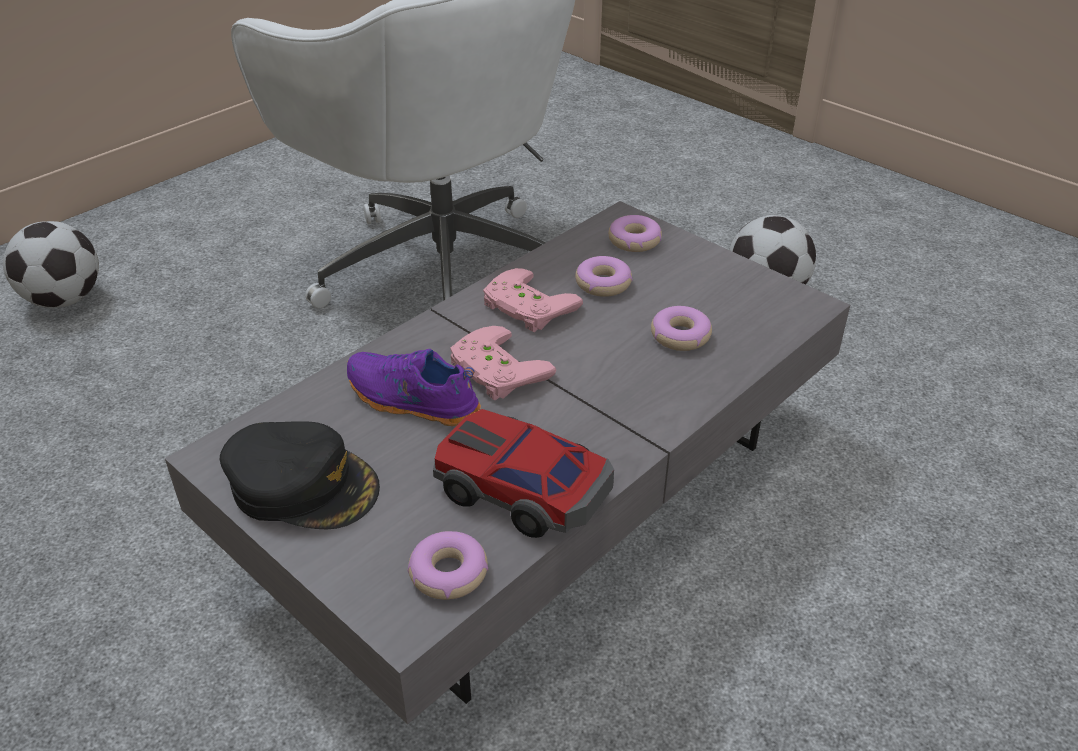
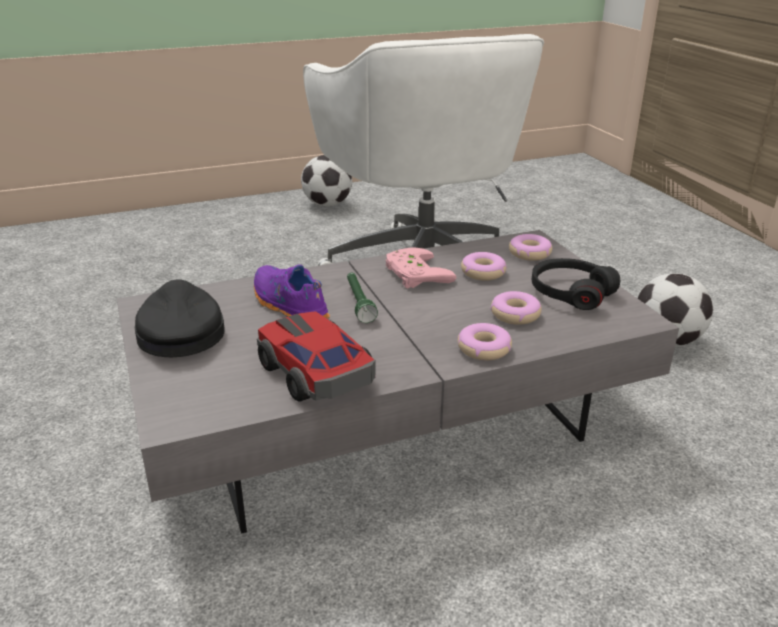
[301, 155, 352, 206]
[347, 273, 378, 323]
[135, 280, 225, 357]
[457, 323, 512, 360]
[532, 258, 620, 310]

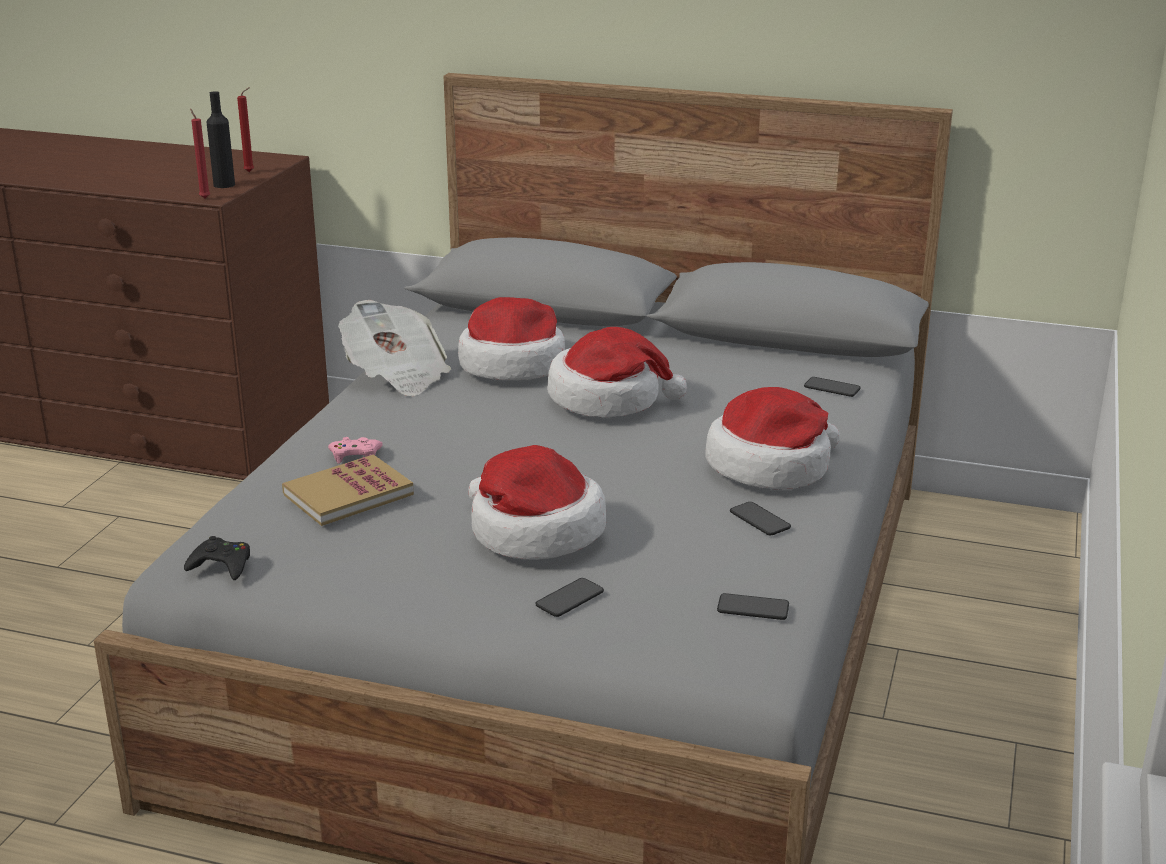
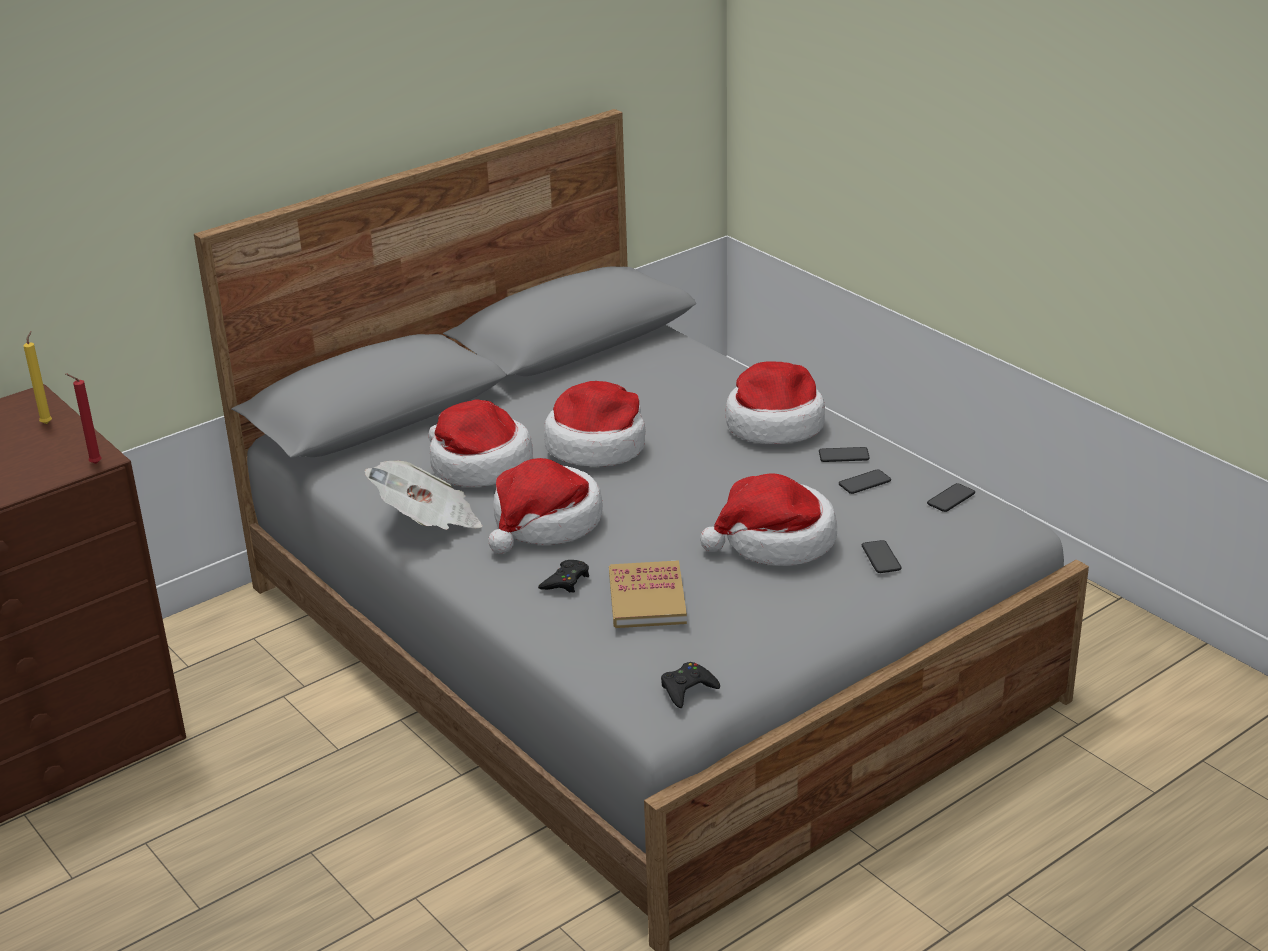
[23, 331, 52, 424]
[207, 91, 235, 188] (first image)
[839, 469, 891, 494]
[538, 560, 589, 593]
[488, 458, 603, 554]

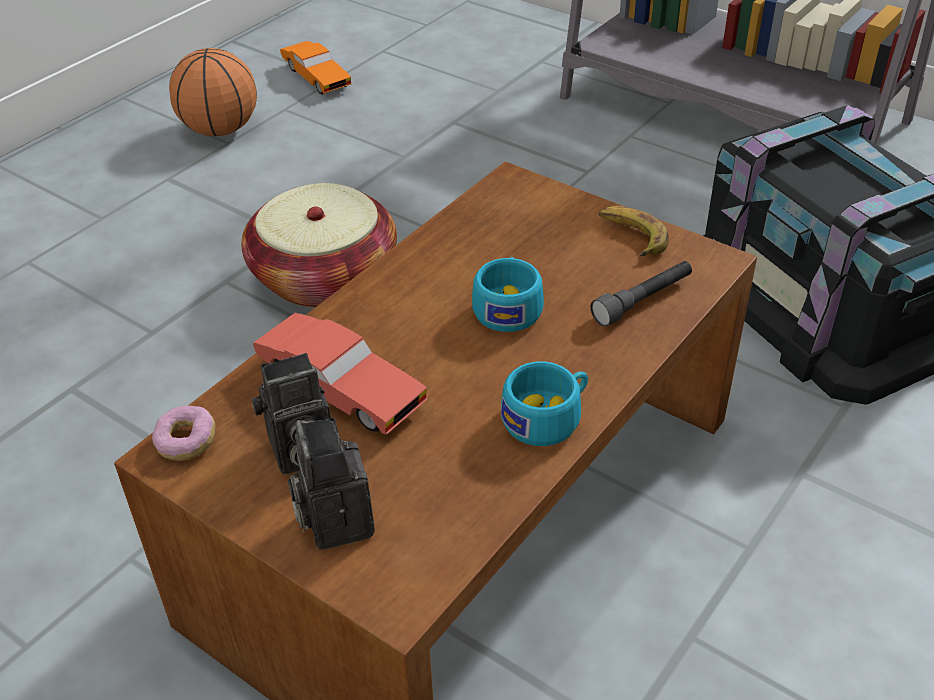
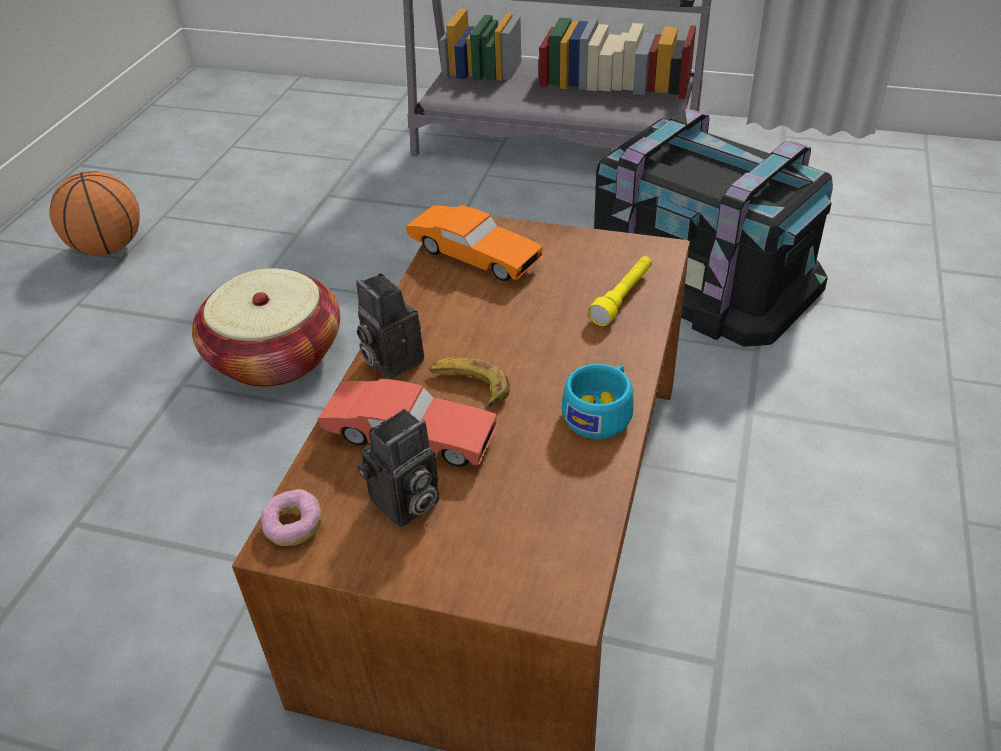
[405, 205, 543, 281]
[429, 357, 510, 407]
[472, 257, 544, 332] (first image)
[588, 256, 652, 326]
[356, 273, 424, 379]

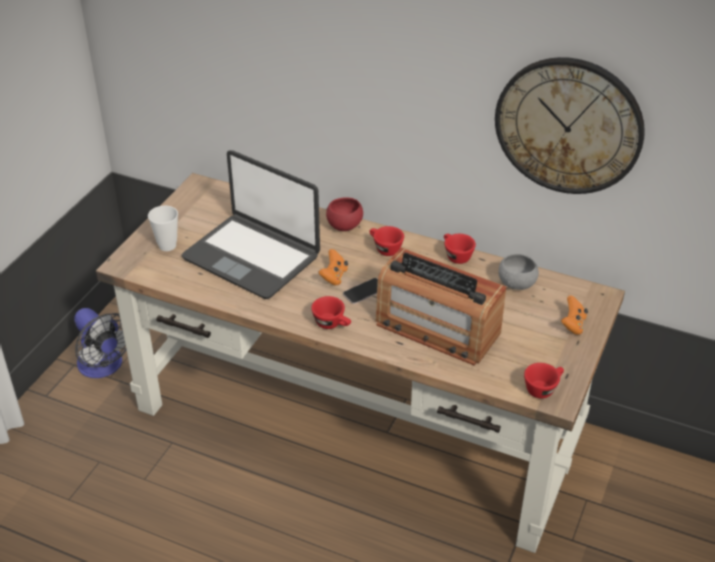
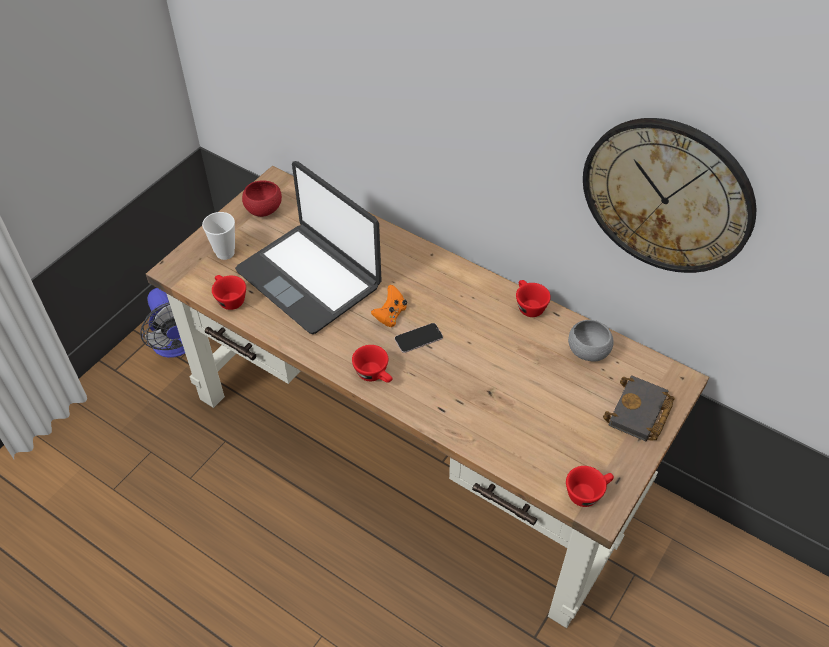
[242, 180, 282, 217]
[212, 275, 246, 310]
[376, 247, 506, 365] (first image)
[603, 375, 675, 441]

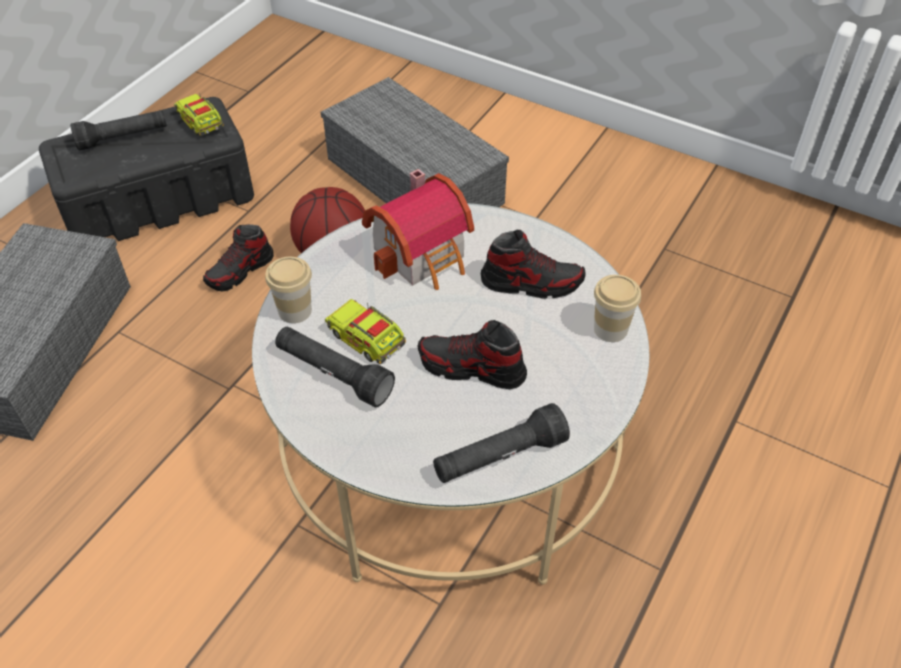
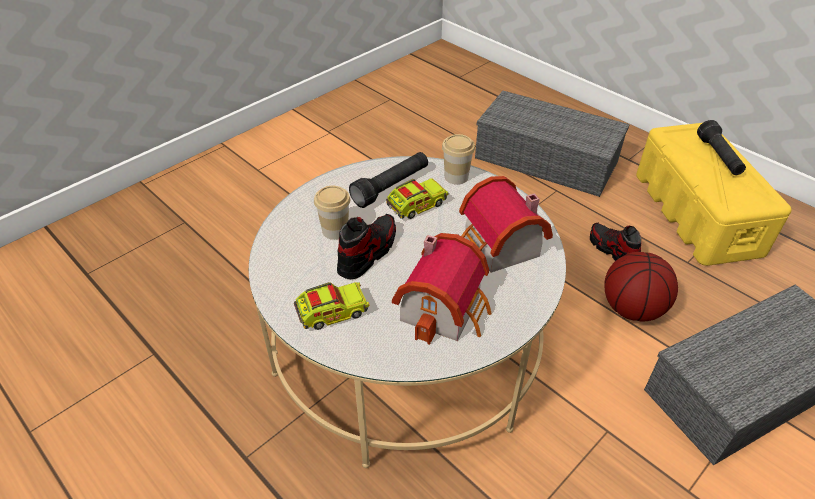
[294, 282, 370, 330]
[636, 123, 791, 266]
[392, 233, 492, 345]
[314, 186, 350, 240]
[433, 403, 570, 483] (first image)

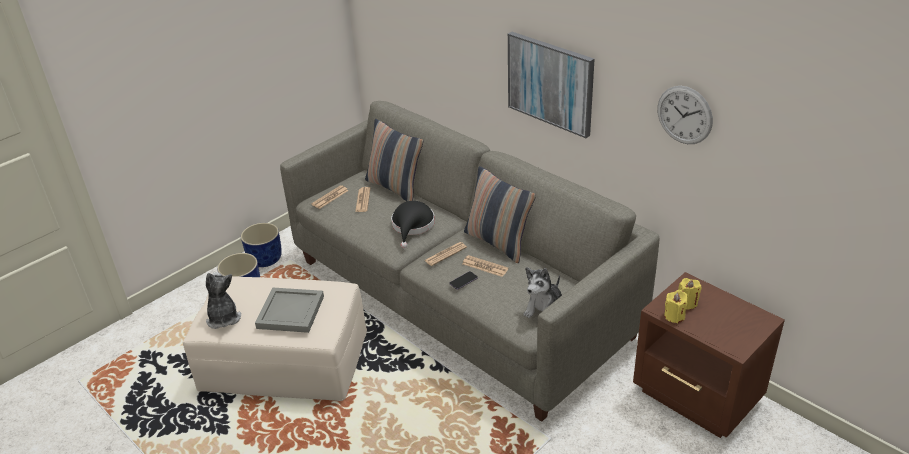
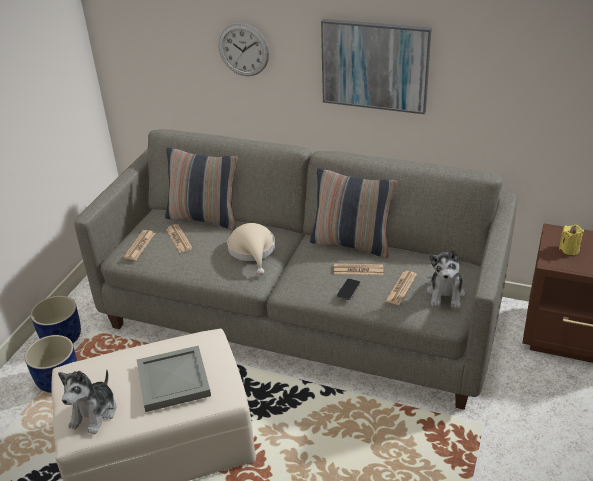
[219, 23, 269, 76]
[227, 223, 275, 275]
[385, 271, 417, 305]
[58, 369, 116, 434]
[664, 290, 687, 323] (first image)

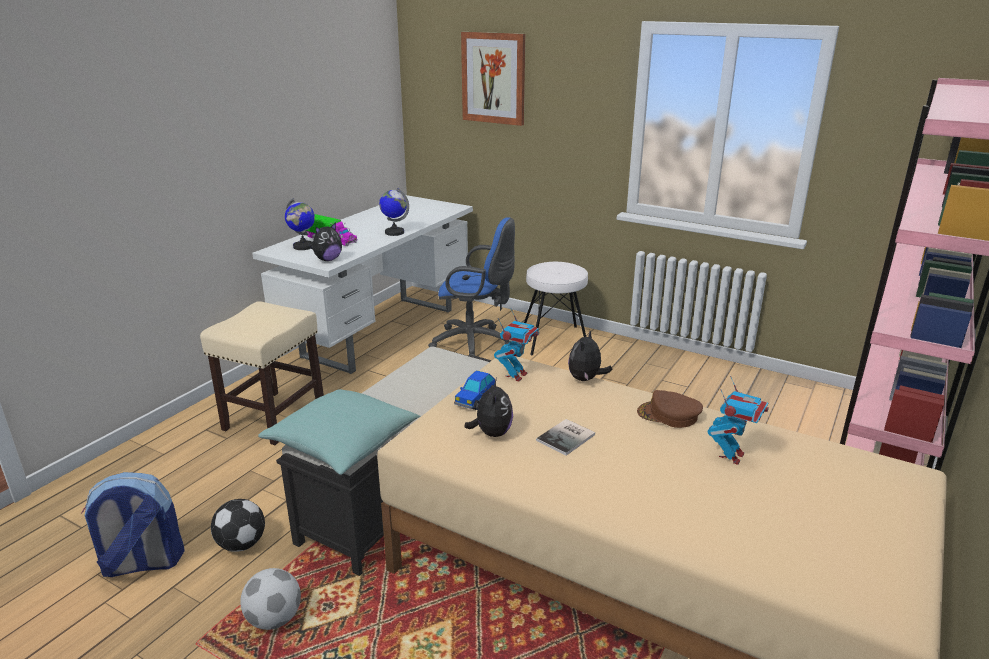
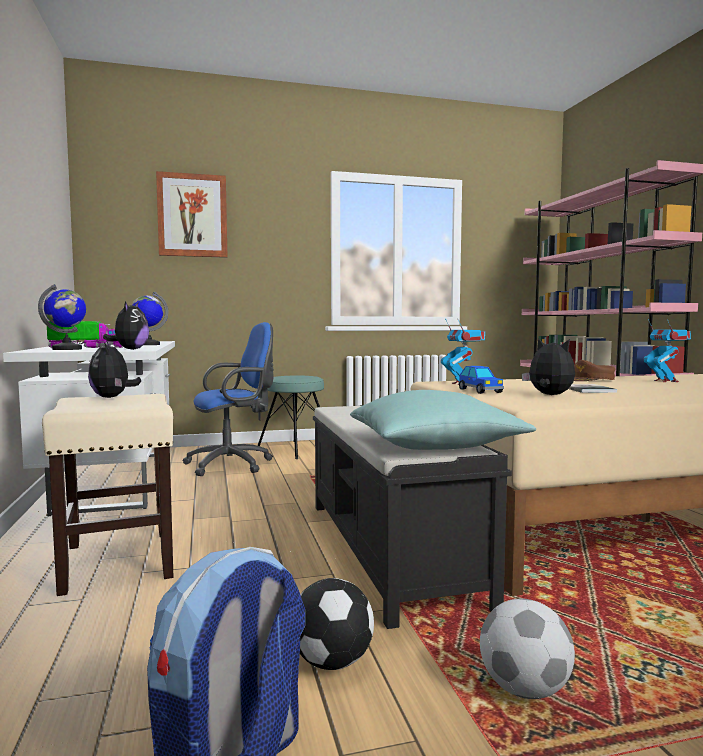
[257, 376, 324, 459]
[88, 342, 141, 398]

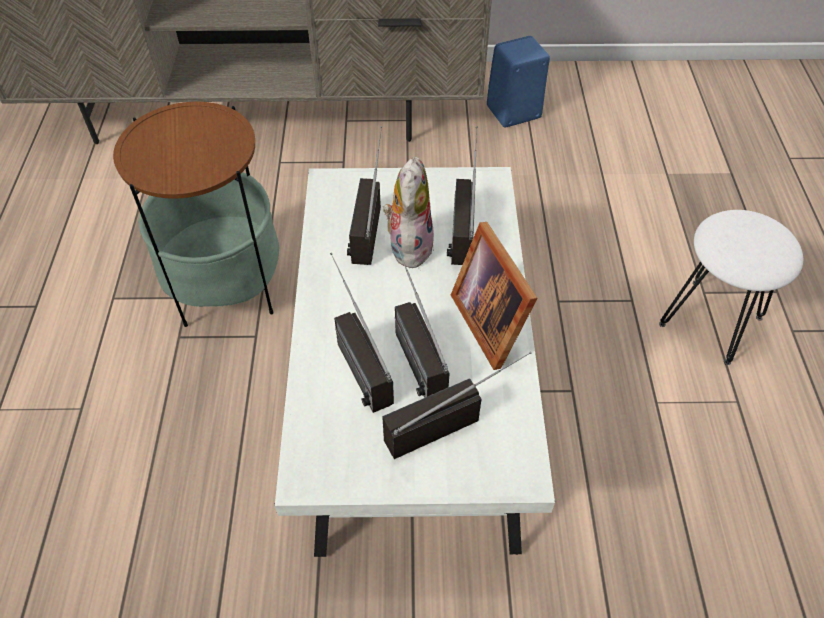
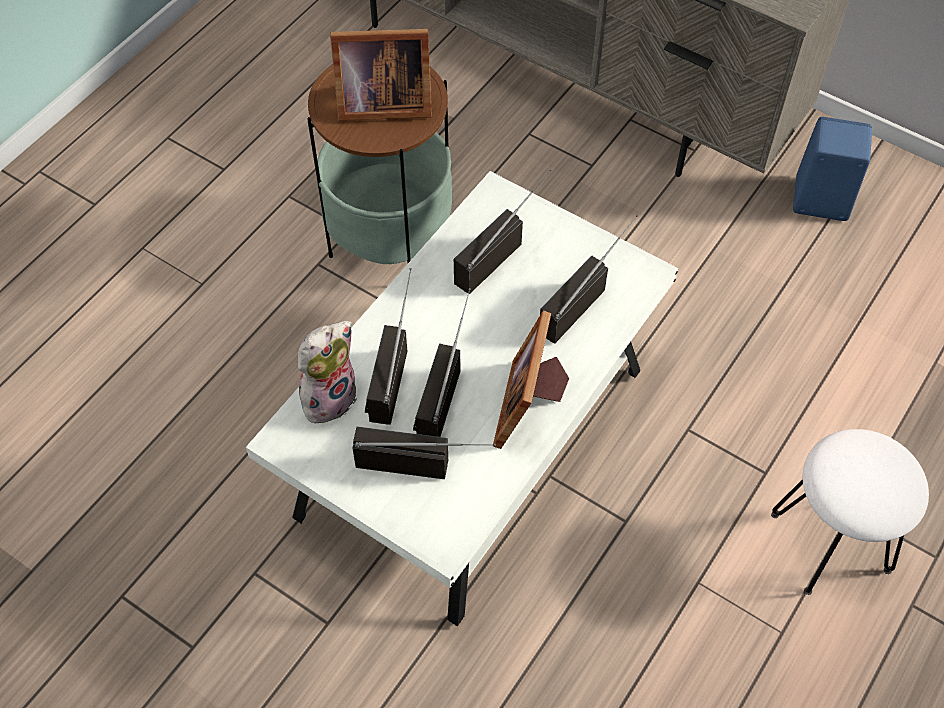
[298, 321, 357, 425]
[330, 29, 432, 121]

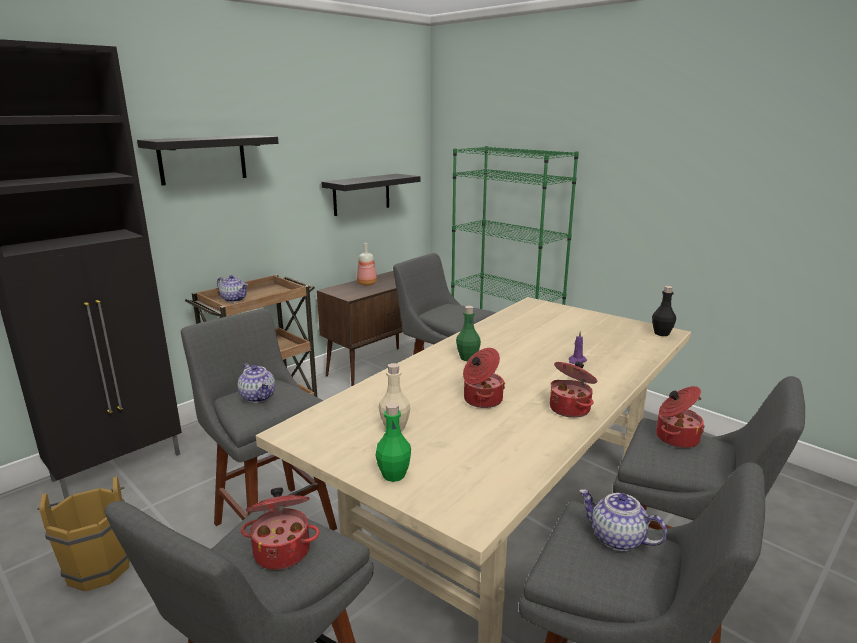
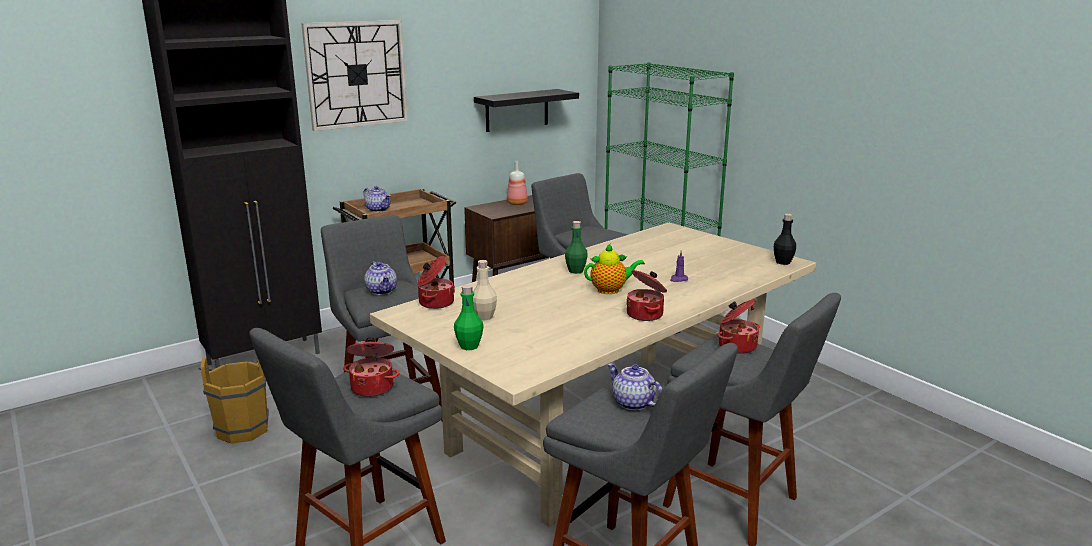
[301, 20, 408, 131]
[418, 256, 455, 309]
[584, 243, 645, 294]

